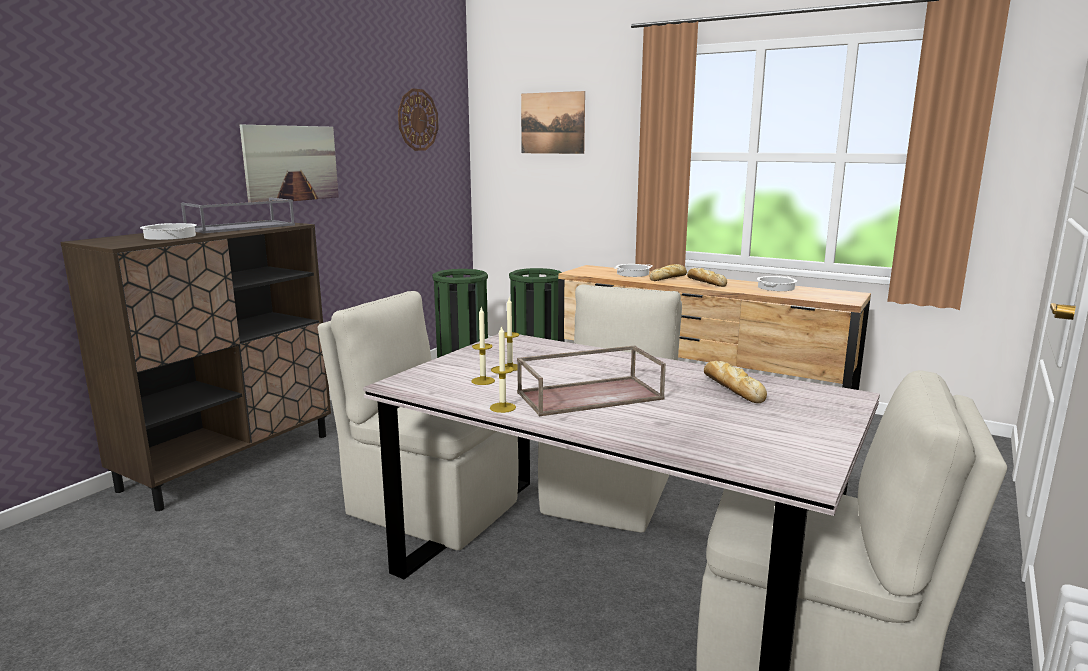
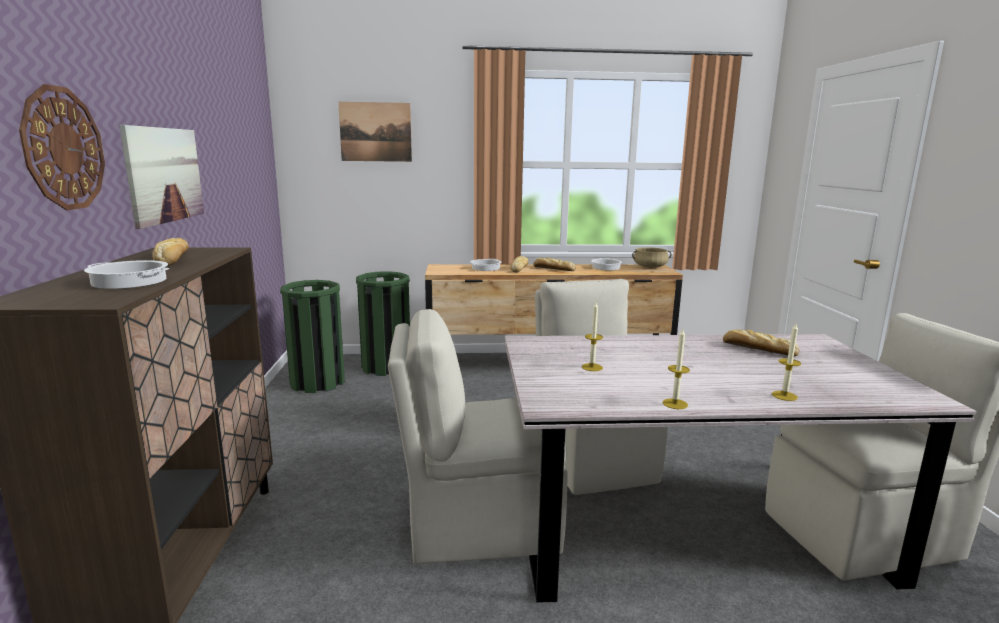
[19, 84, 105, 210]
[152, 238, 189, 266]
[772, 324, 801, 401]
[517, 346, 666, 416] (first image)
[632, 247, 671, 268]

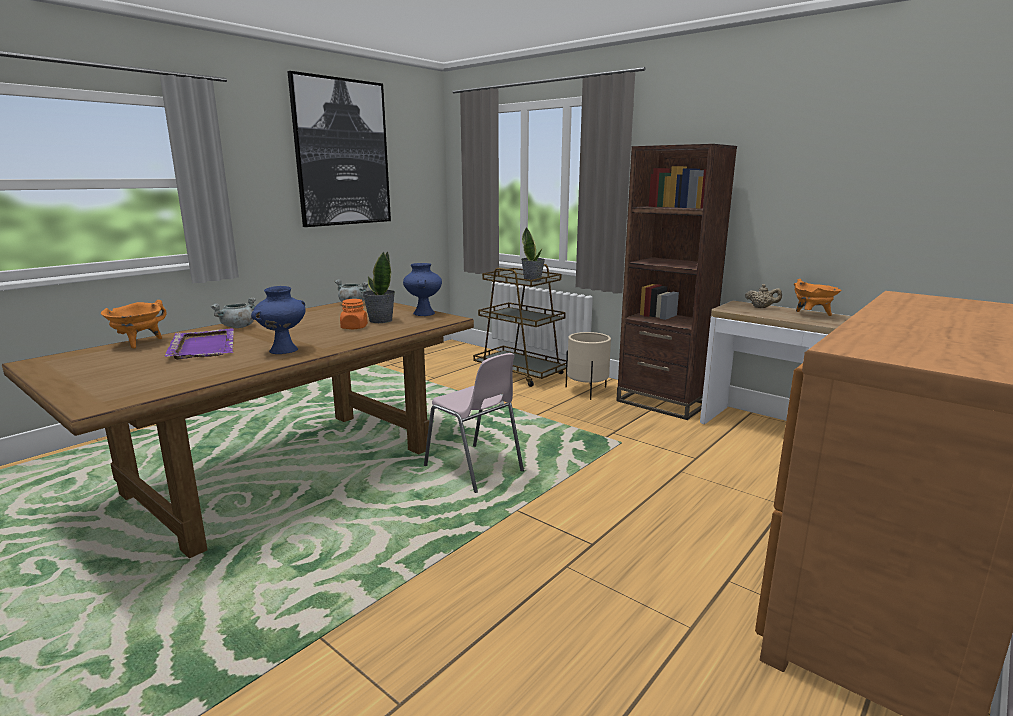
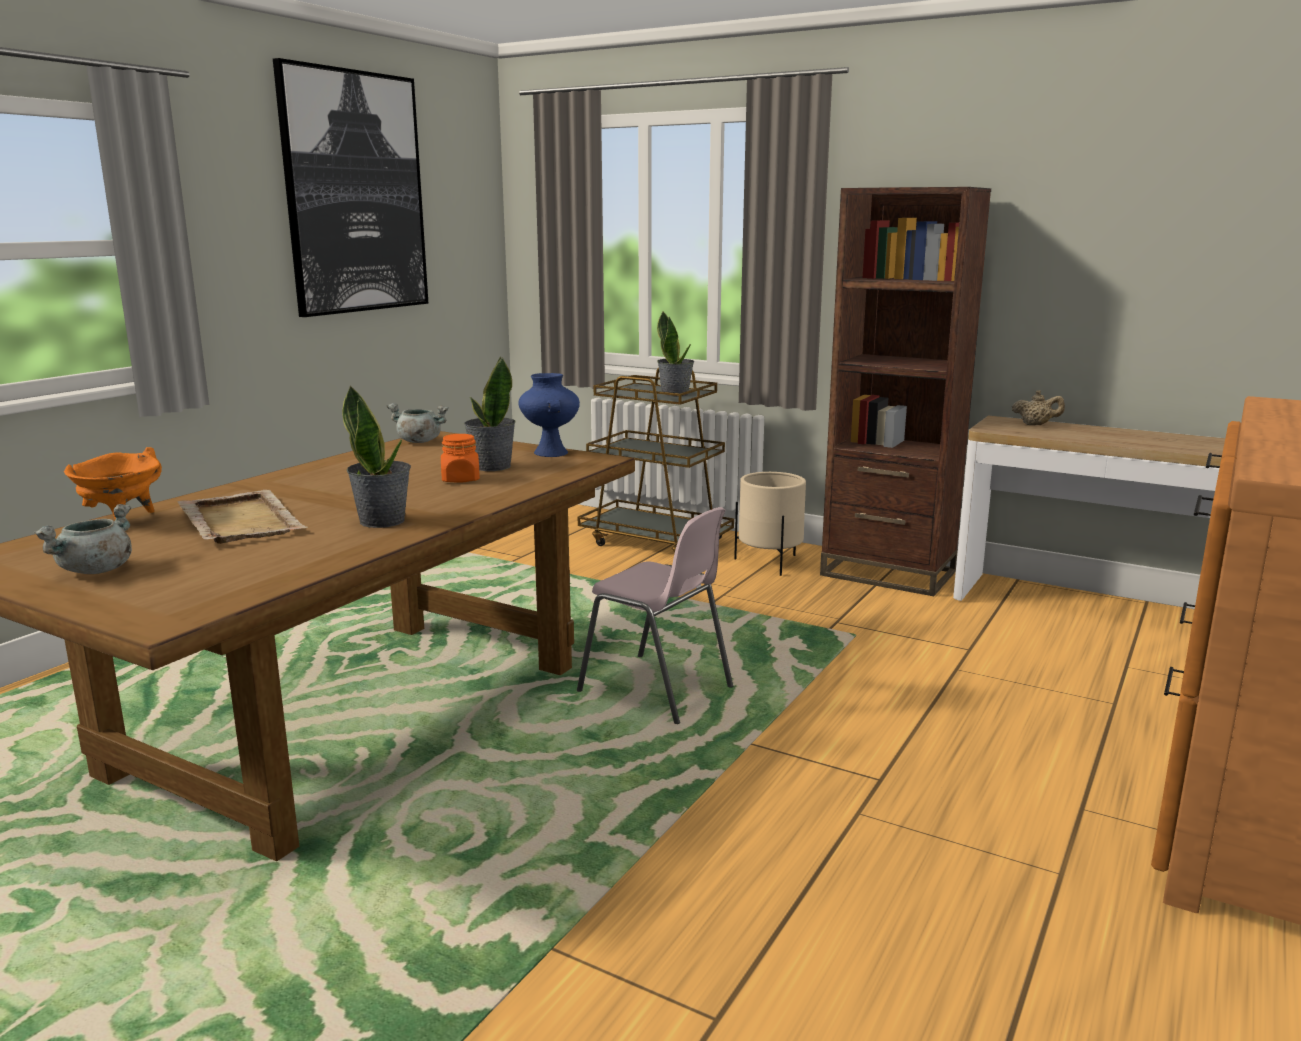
[794, 279, 841, 316] (first image)
[342, 385, 411, 528]
[34, 504, 132, 574]
[177, 490, 307, 544]

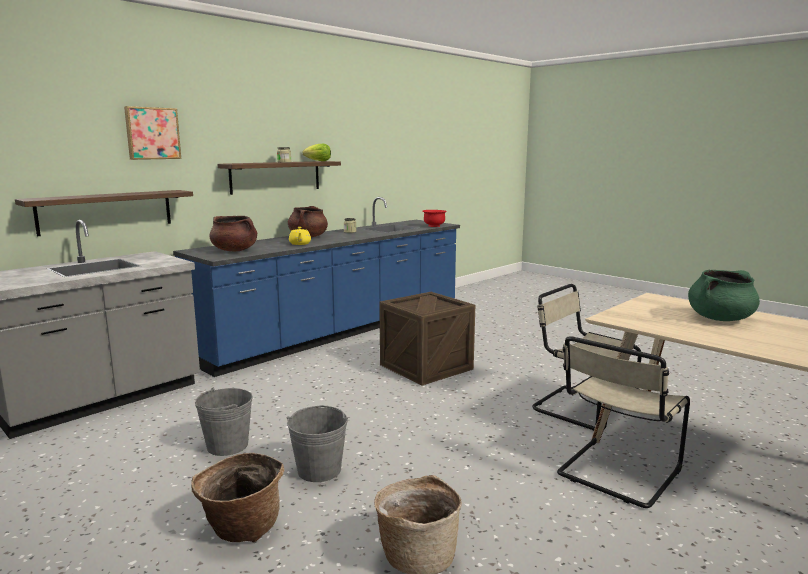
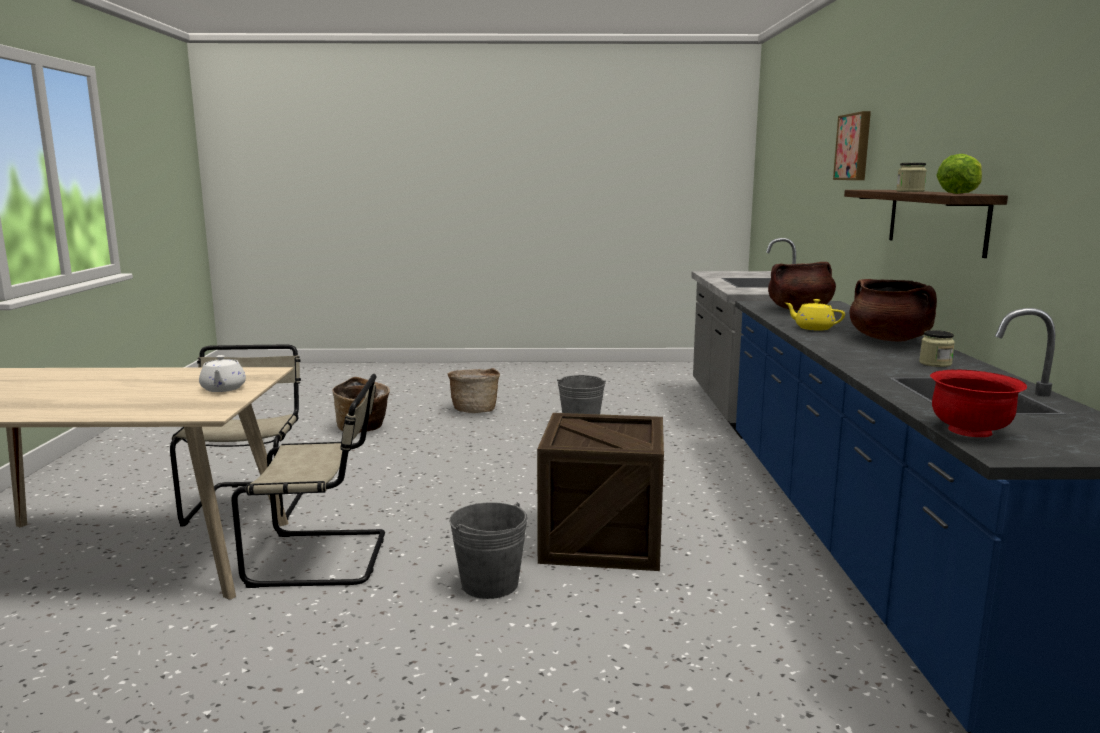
[15, 190, 193, 236] (first image)
[688, 270, 760, 321] (first image)
[449, 502, 528, 599]
[199, 355, 246, 392]

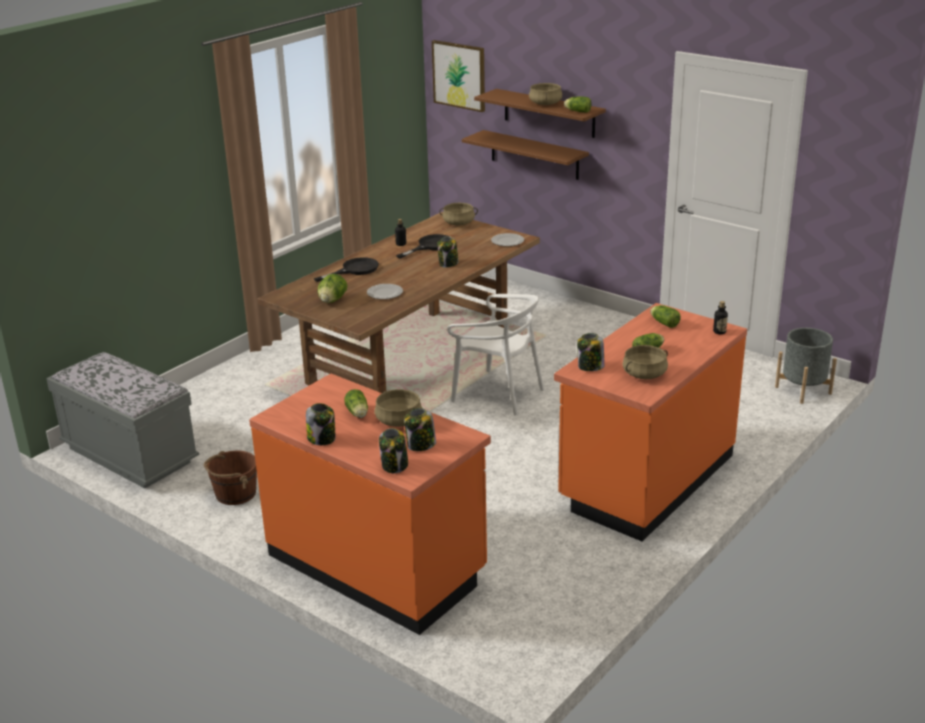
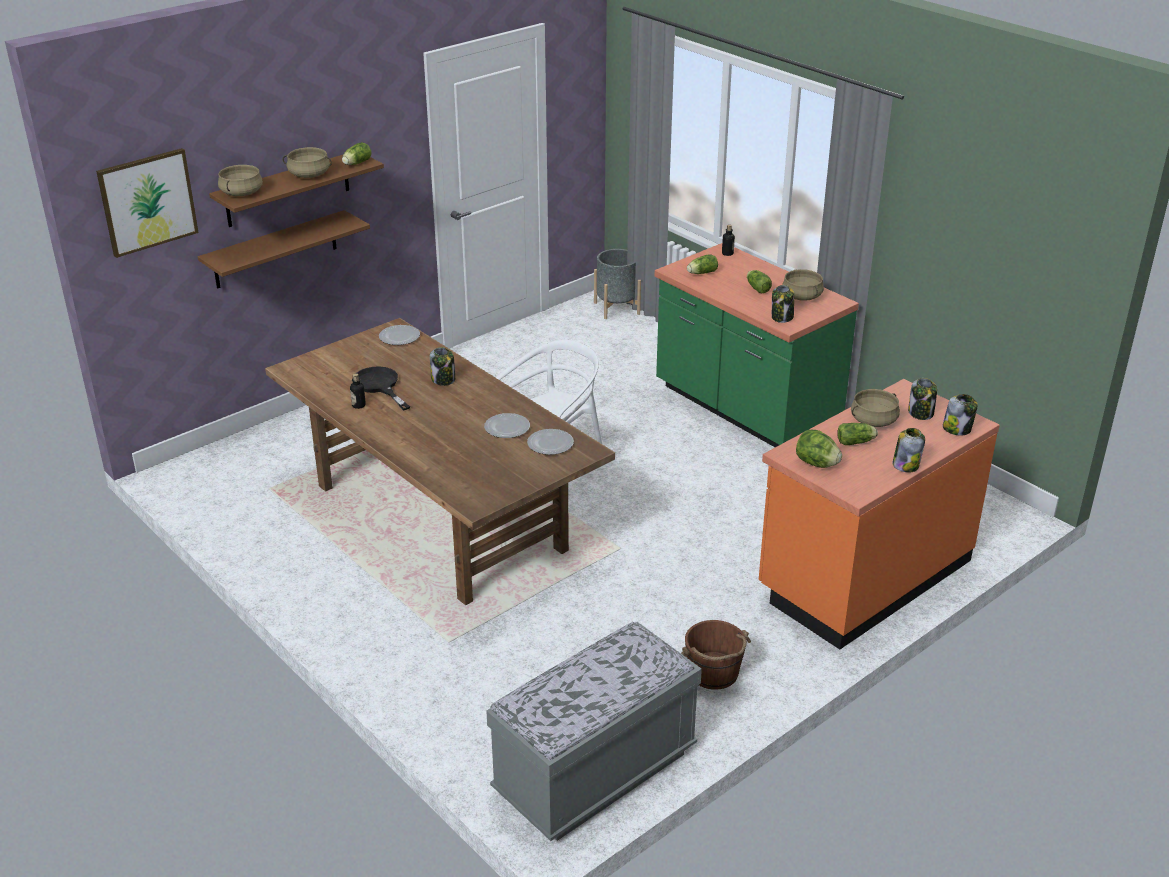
[218, 165, 263, 196]
[314, 257, 379, 282] (first image)
[796, 430, 842, 468]
[655, 243, 859, 447]
[527, 429, 574, 455]

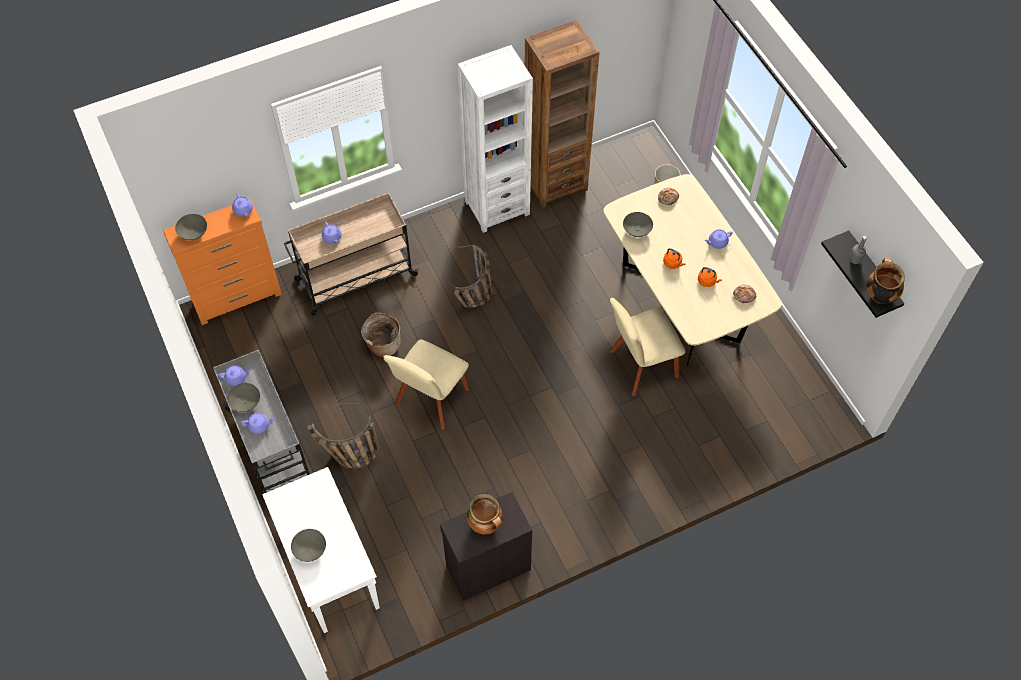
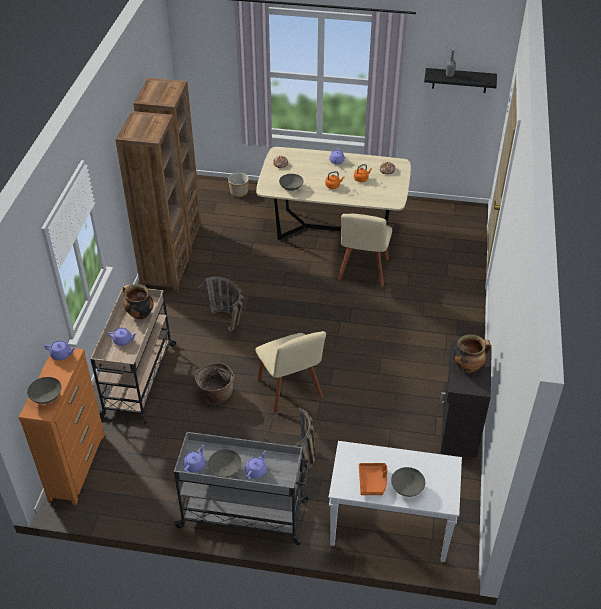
[115, 111, 190, 292]
[123, 284, 154, 320]
[359, 463, 387, 495]

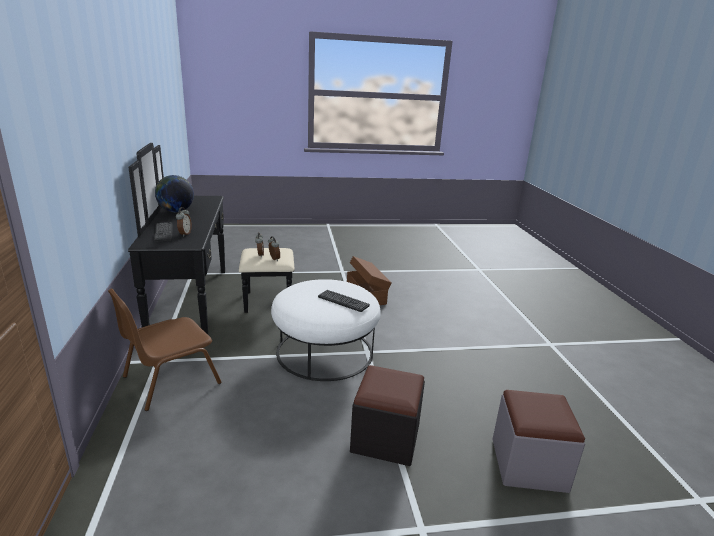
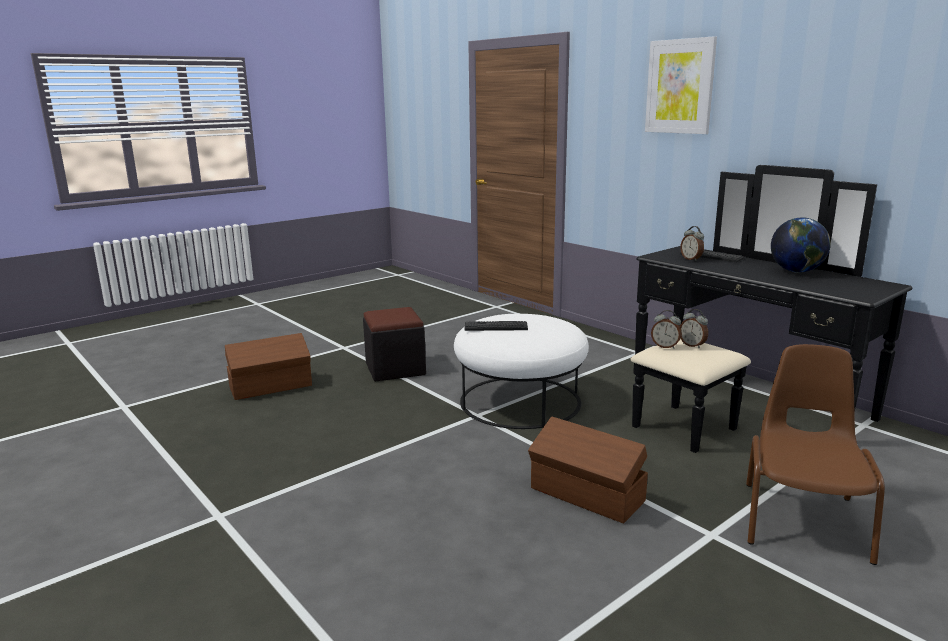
[746, 344, 885, 565]
[225, 333, 312, 400]
[645, 36, 717, 134]

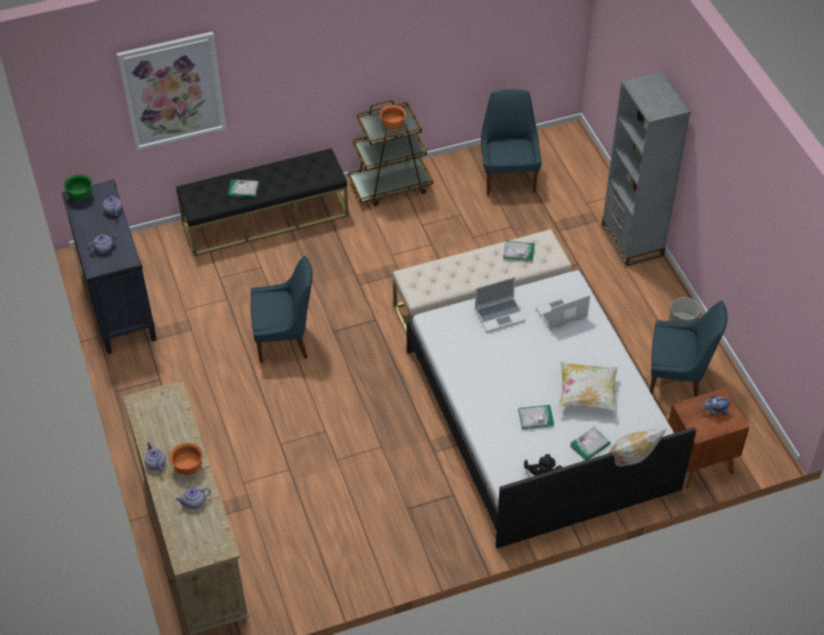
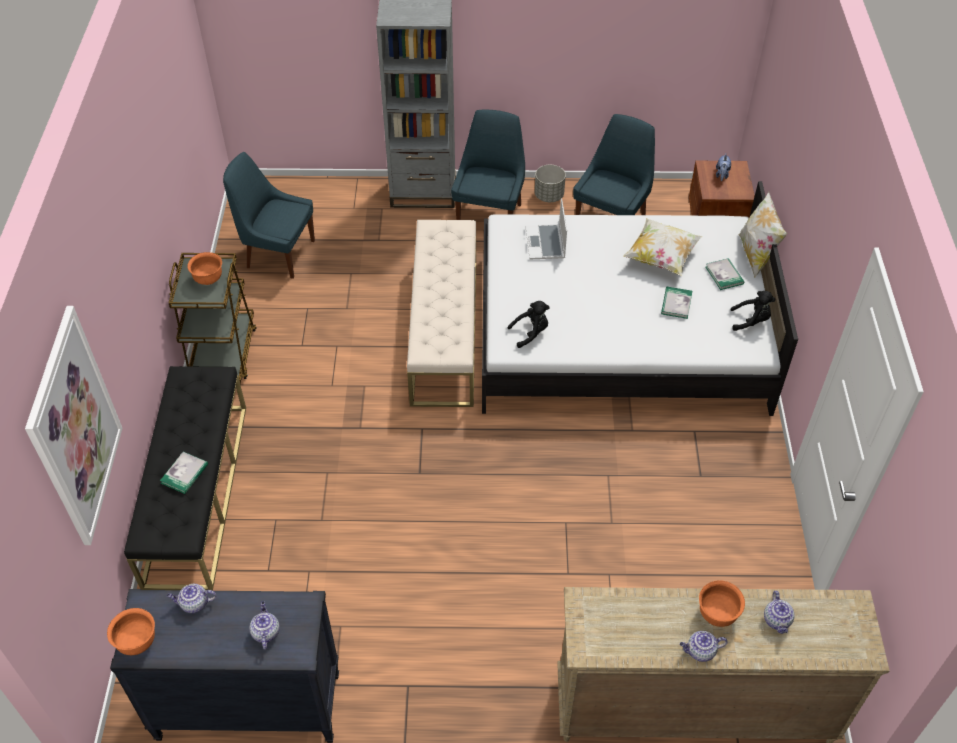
[107, 608, 155, 655]
[503, 241, 535, 261] (first image)
[451, 110, 525, 220]
[475, 277, 526, 332] (first image)
[508, 301, 549, 348]

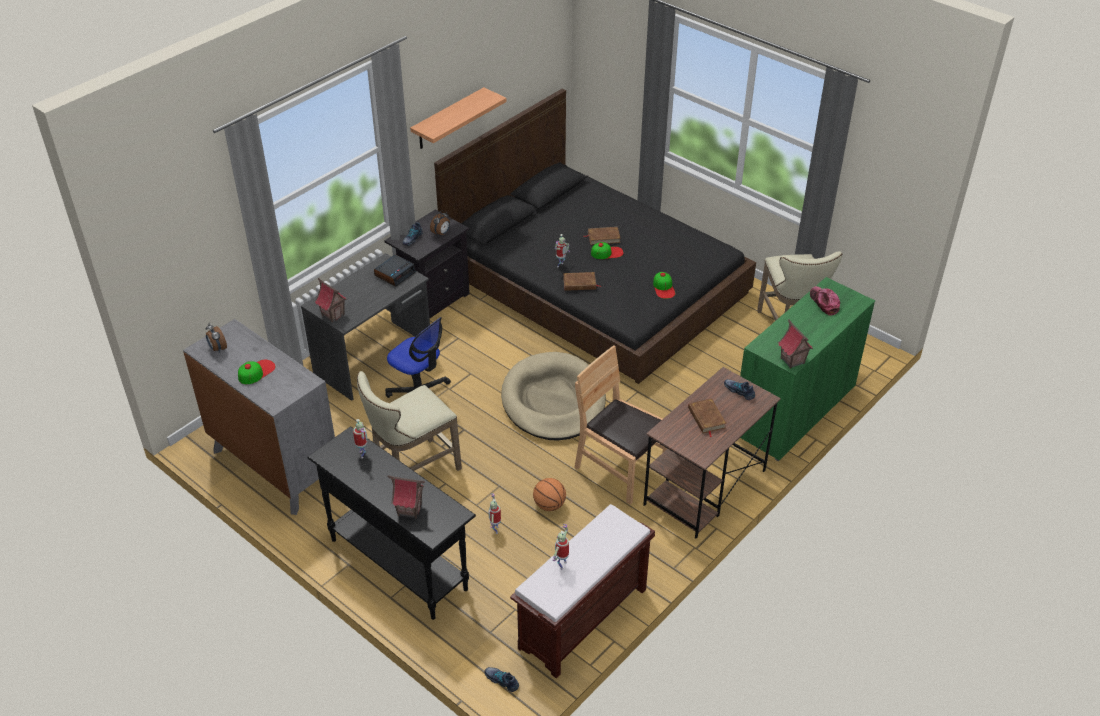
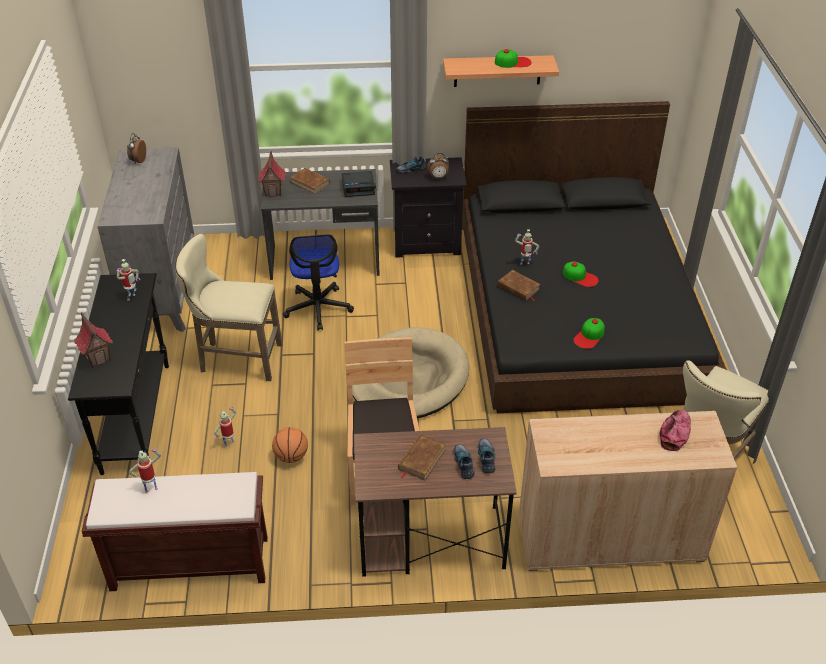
[290, 168, 330, 194]
[519, 411, 737, 571]
[778, 319, 813, 369] (first image)
[495, 49, 532, 68]
[453, 444, 475, 479]

